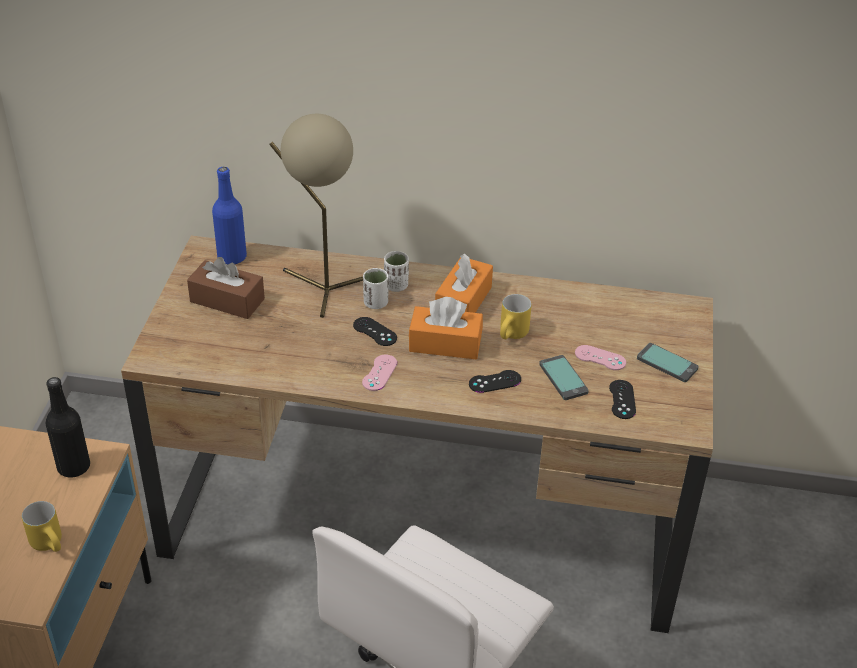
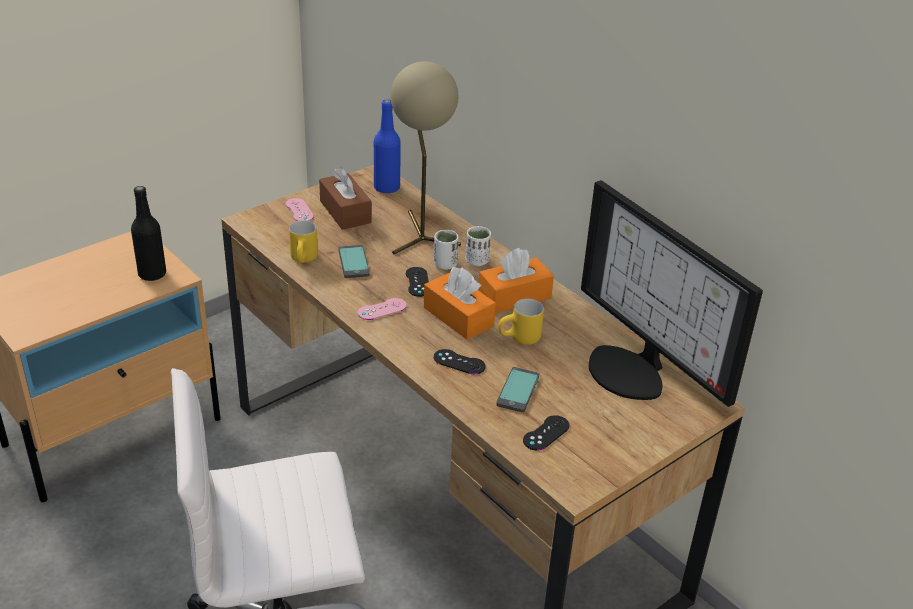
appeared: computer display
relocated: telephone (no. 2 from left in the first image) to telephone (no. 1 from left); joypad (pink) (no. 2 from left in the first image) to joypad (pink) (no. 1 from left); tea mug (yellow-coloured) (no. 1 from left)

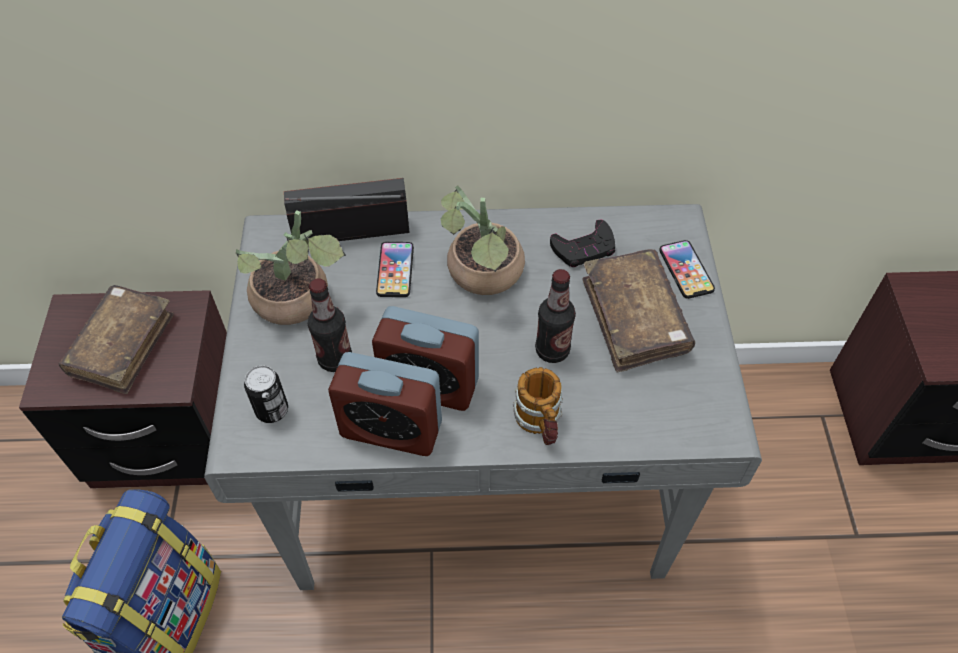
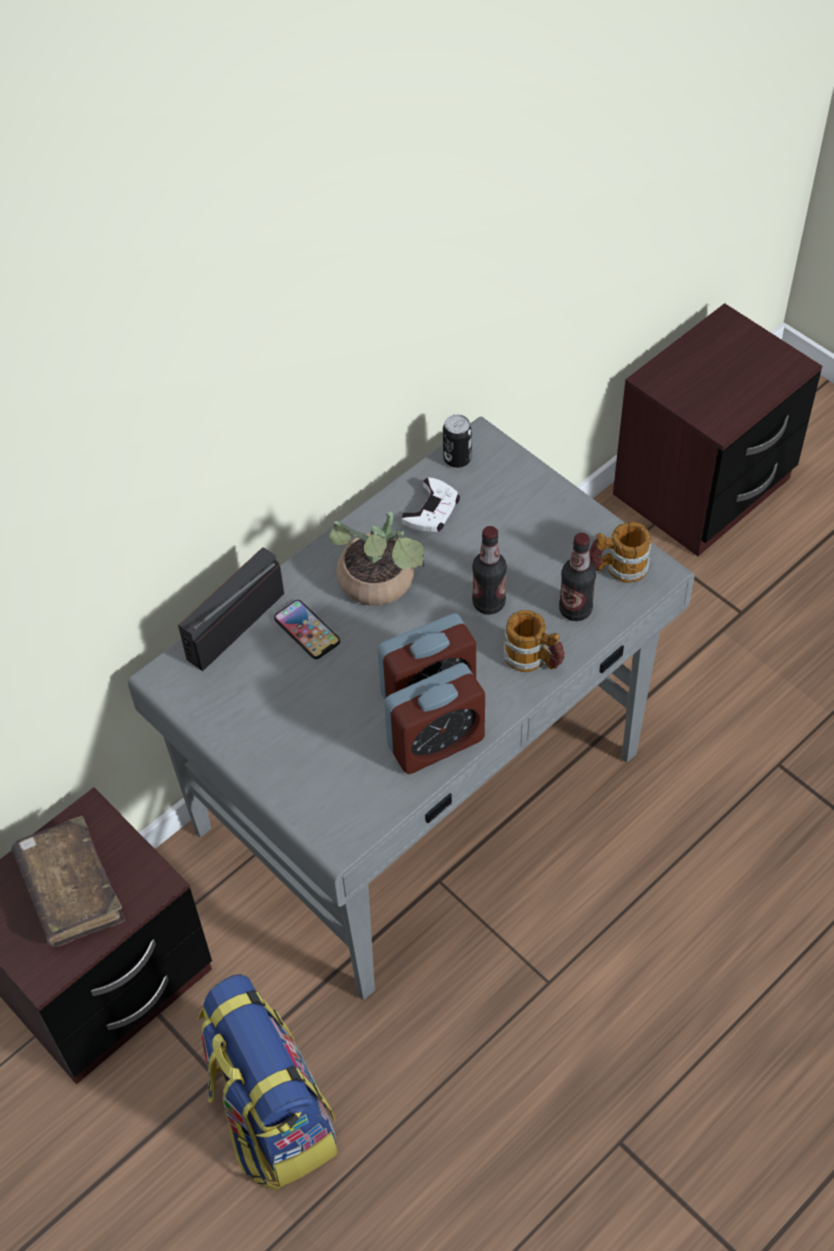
missing: plant in a pot (no. 1 from left); telephone (no. 2 from left); volume (brown) (no. 2 from left)
appeared: tea mug (no. 2 from left)
relocated: beverage bottle (no. 1 from left in the first image) to beverage bottle (no. 2 from left); can
colour: joypad (blackish) to joypad (white)

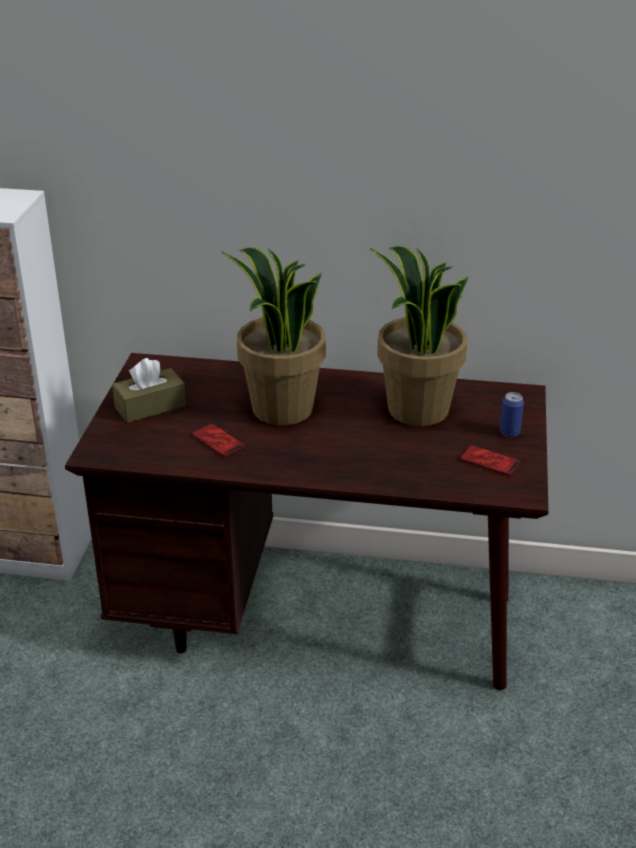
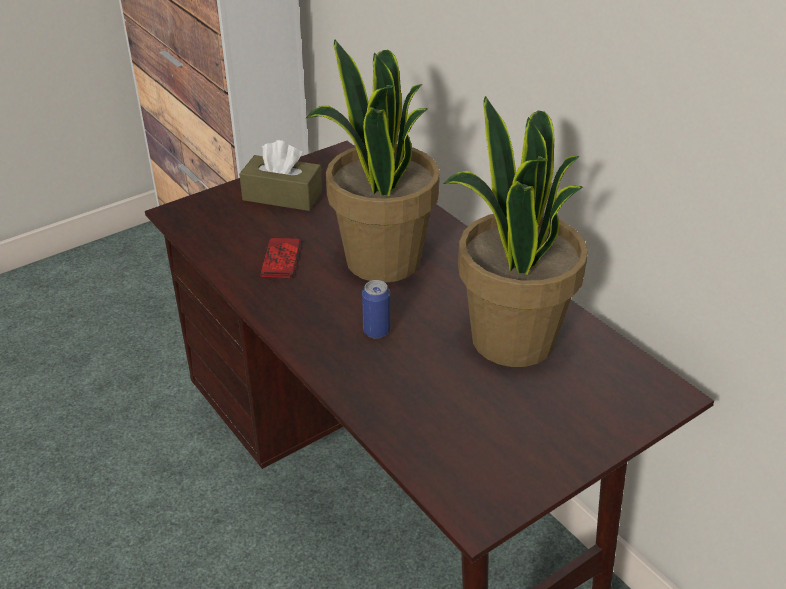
missing: telephone (no. 2 from left)
relocated: can

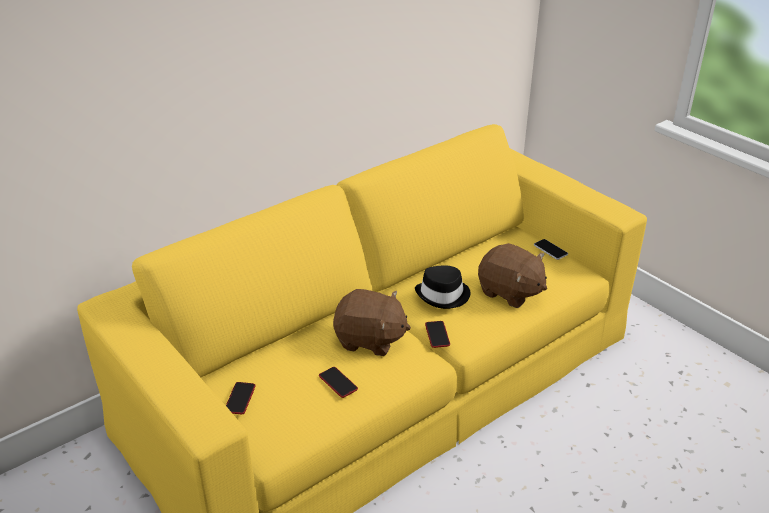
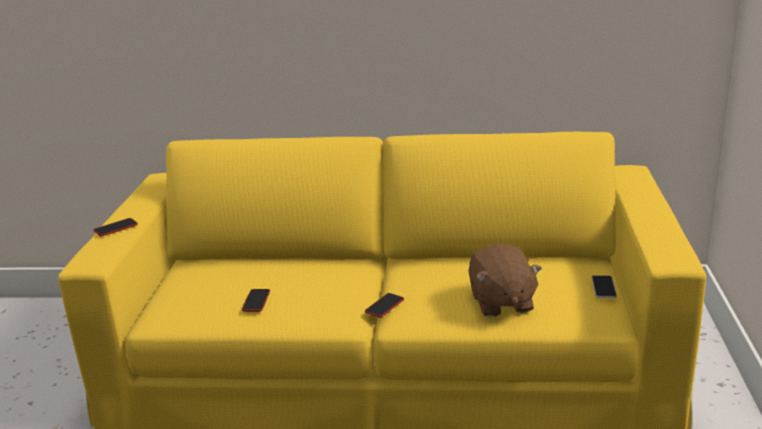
missing: wearable hat (blackish); soft toy (brown) (no. 1 from left)
relocated: telephone (no. 1 from left)

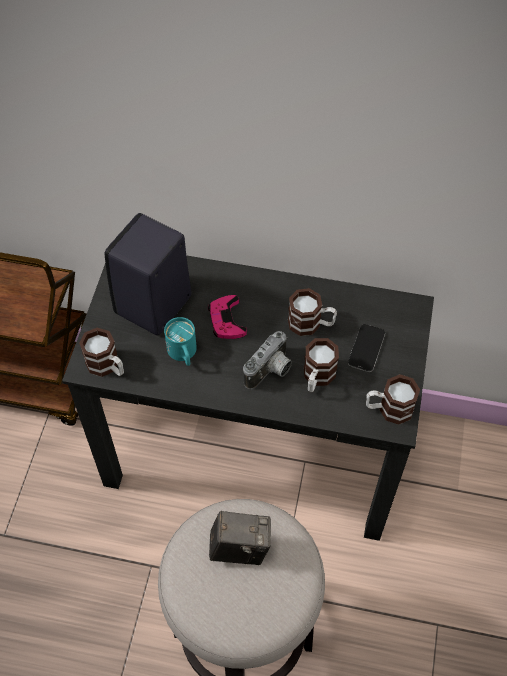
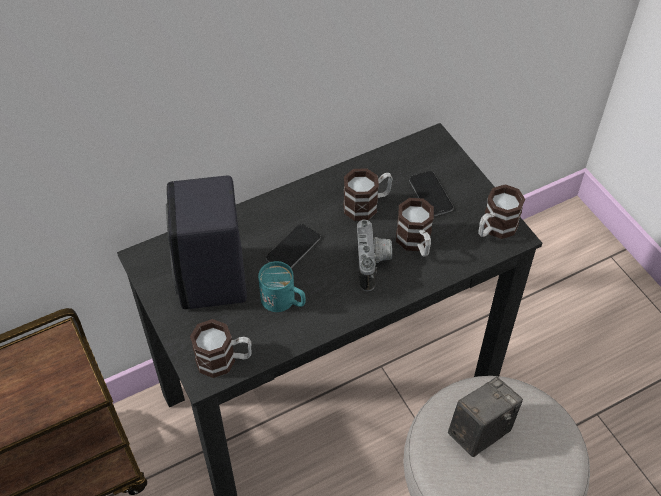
exchanged: joypad (pink) to telephone (no. 1 from left)

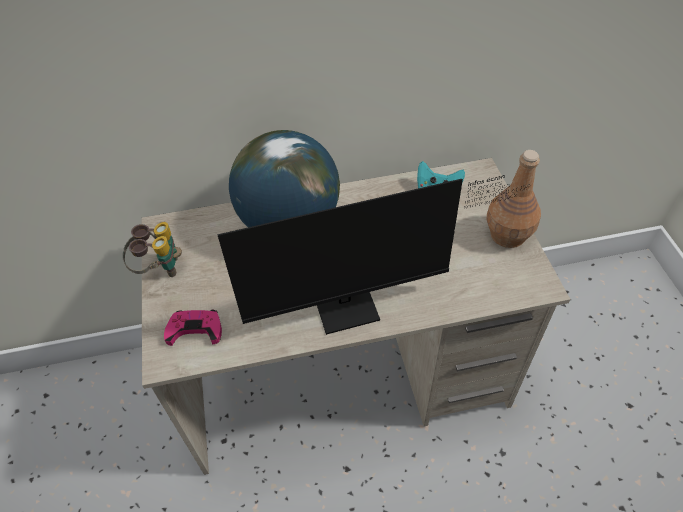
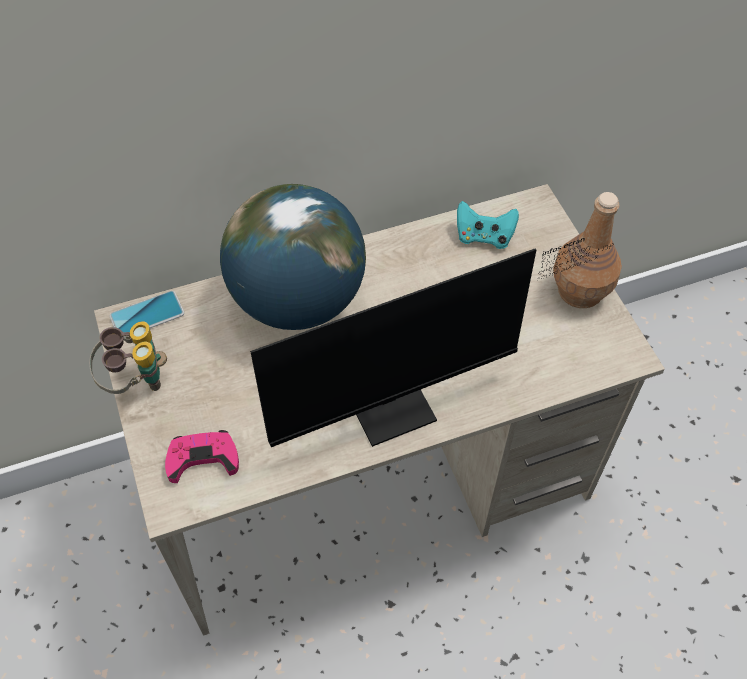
appeared: telephone

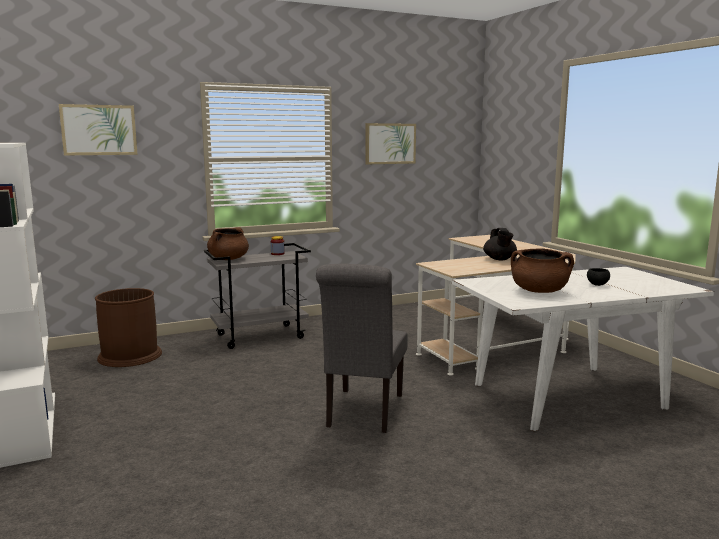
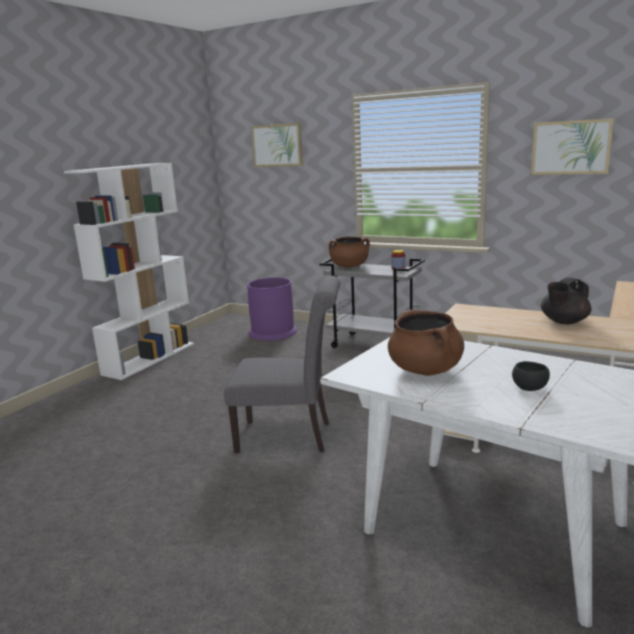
colour: waste bin (brown) to waste bin (purple-coloured)
spun: upright chair (grey) 150 degrees counterclockwise

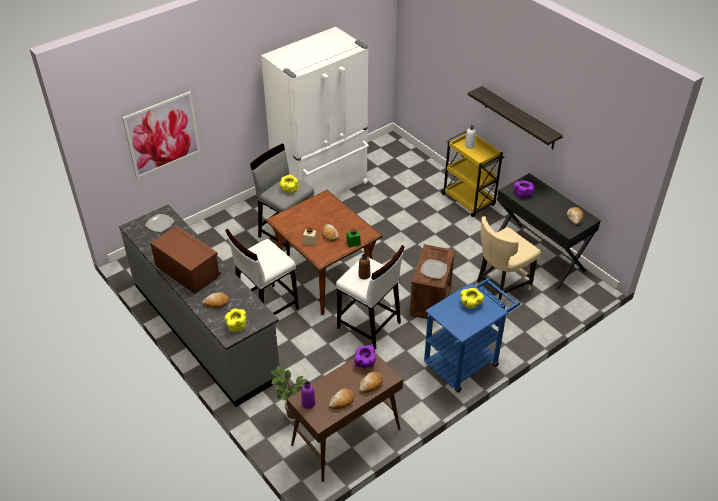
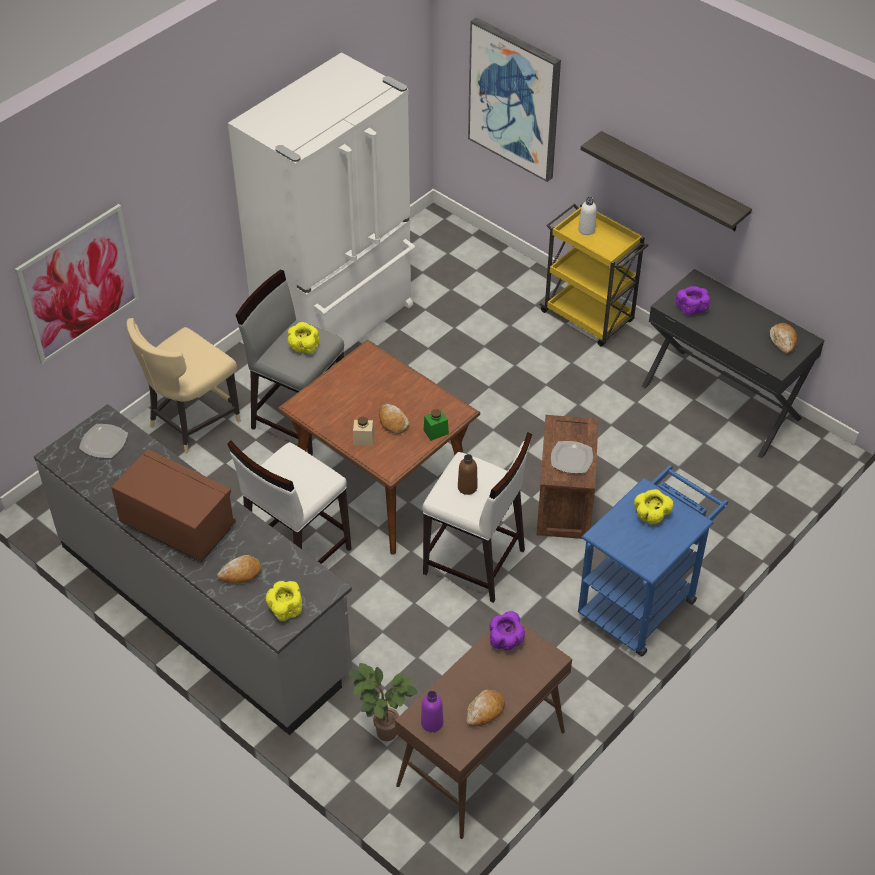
missing: bread (no. 4 from left)
appeared: wall picture (no. 2 from left)
relocated: upright chair (beige-coloured)

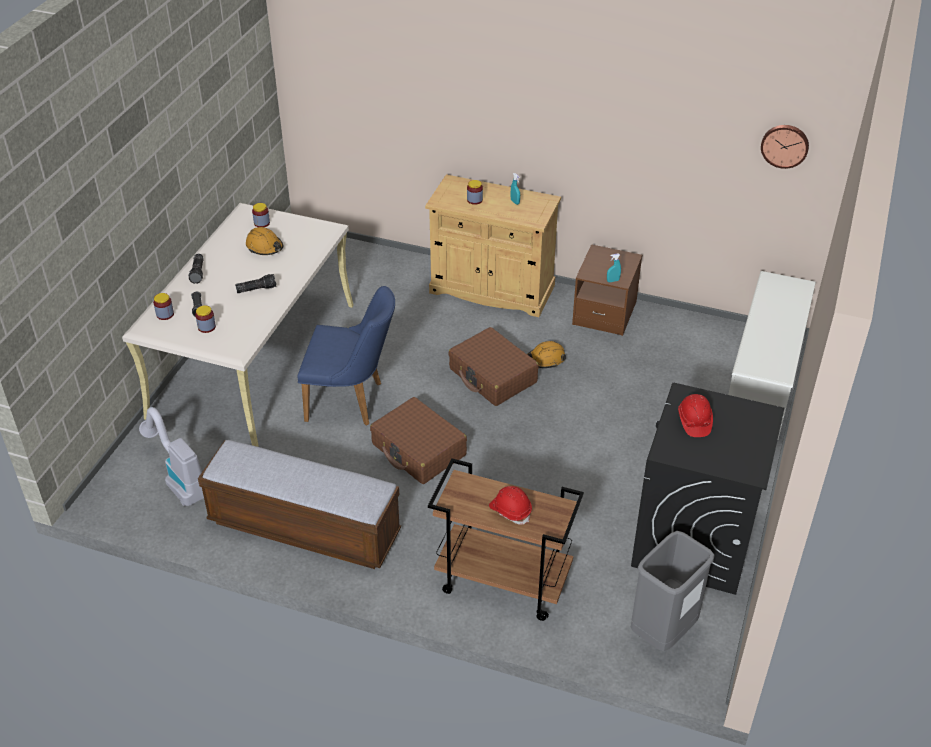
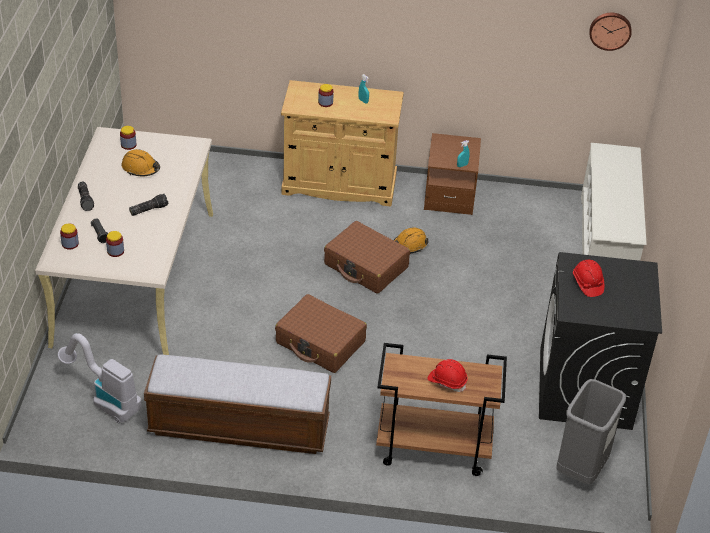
missing: upright chair (bluish)

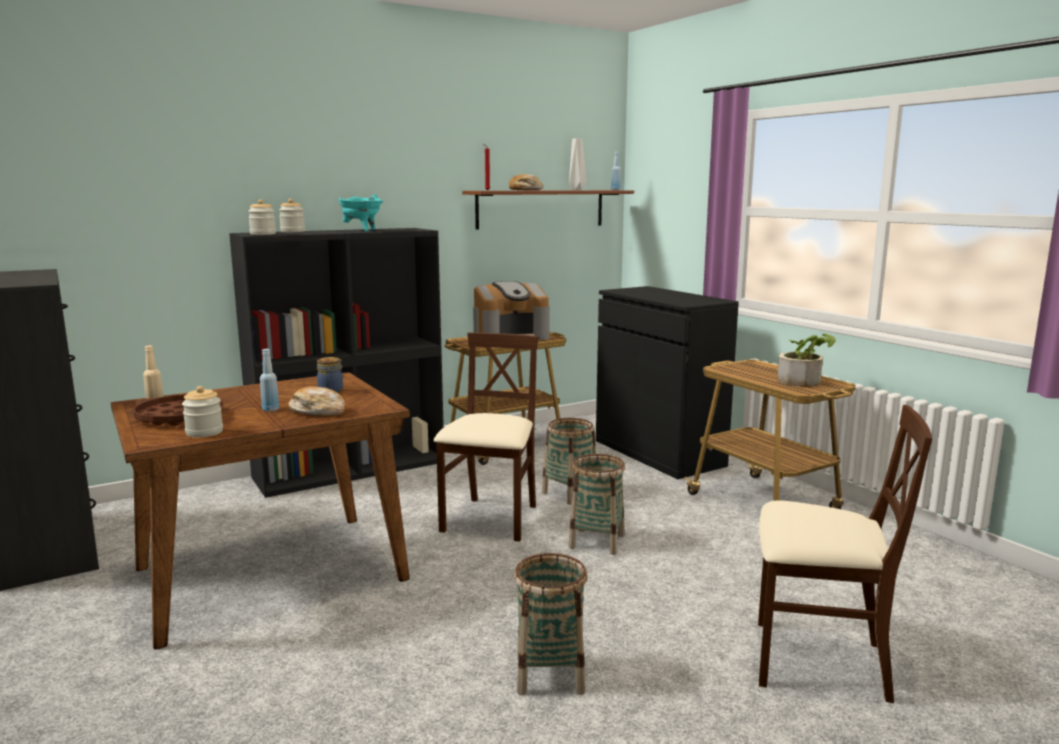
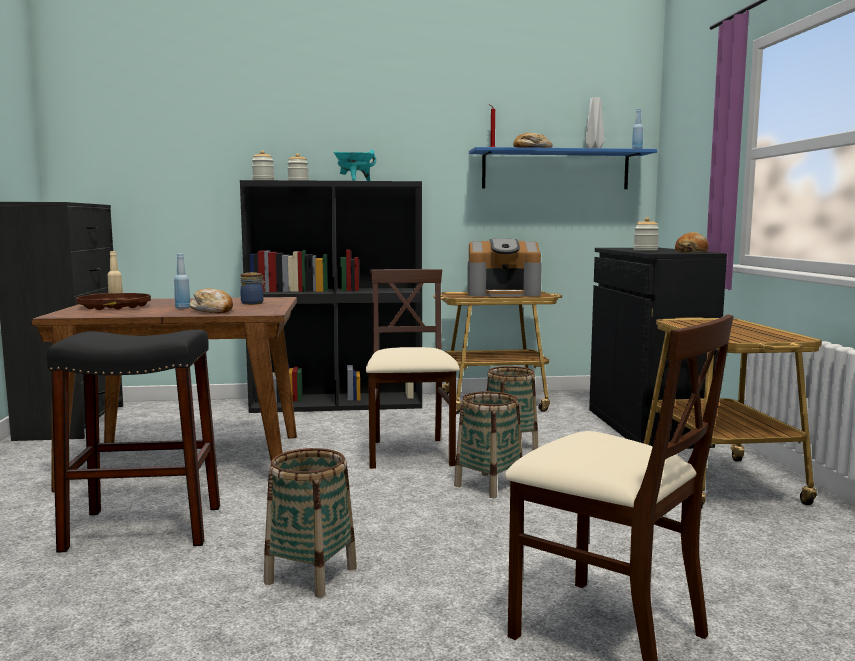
missing: plant in a pot
appeared: bread (no. 3 from left); stool (blackish)
relocated: jar (no. 1 from left in the first image) to jar (no. 4 from left)
colour: wall shelf (brown) to wall shelf (bluish)
spun: upright chair (beige-coloured) (no. 1 from left) 45 degrees counterclockwise

